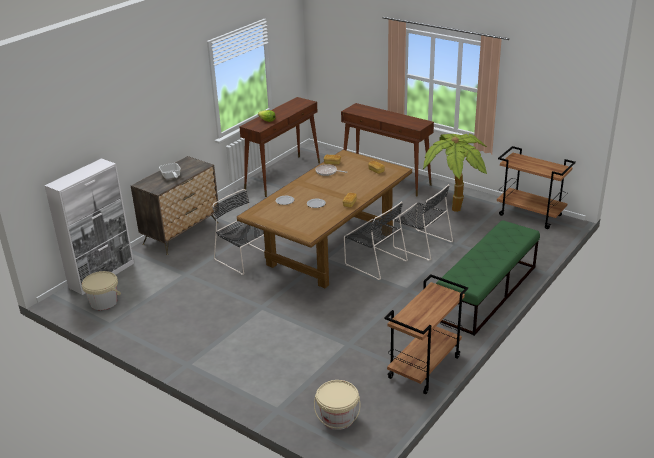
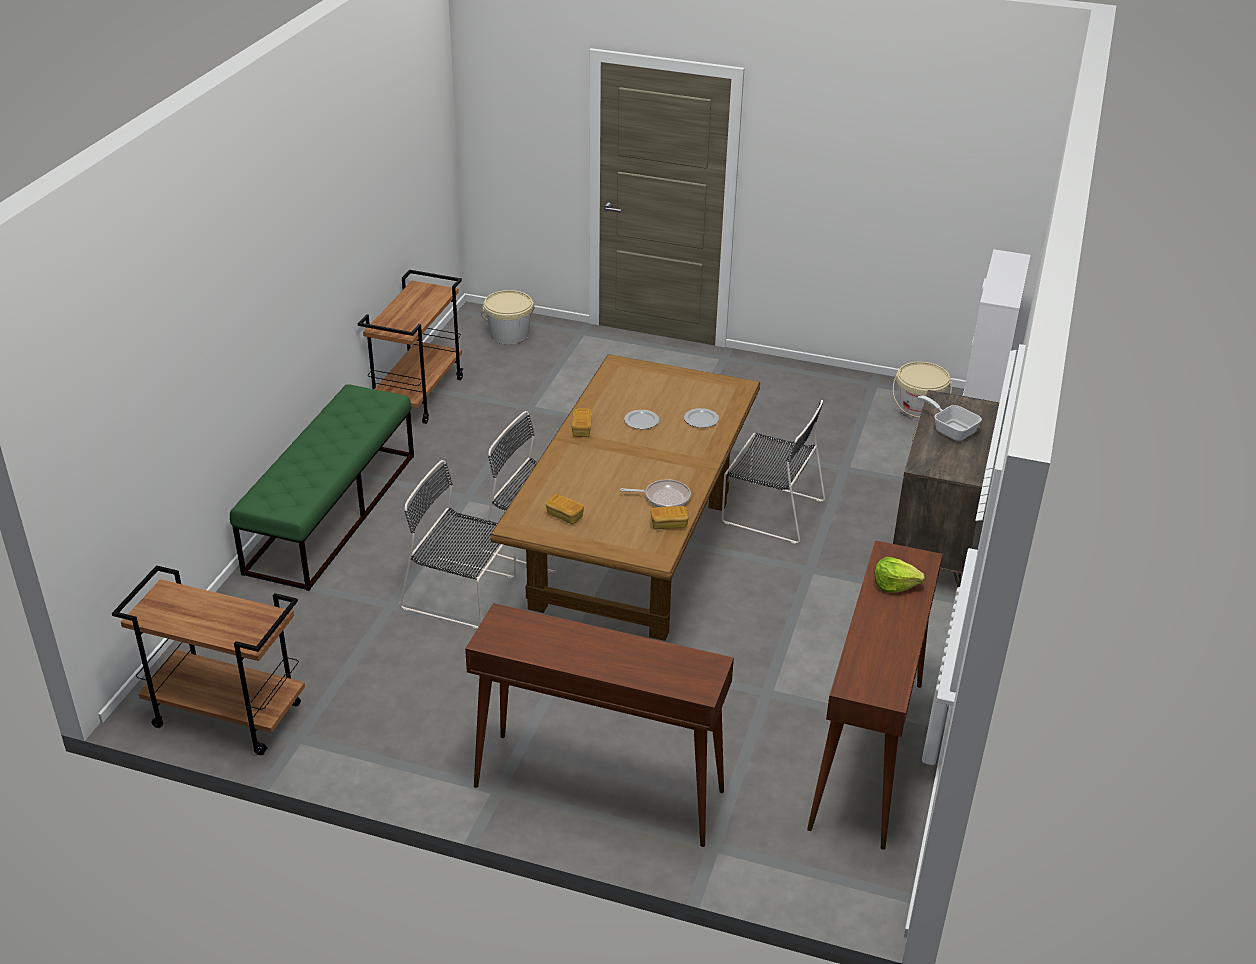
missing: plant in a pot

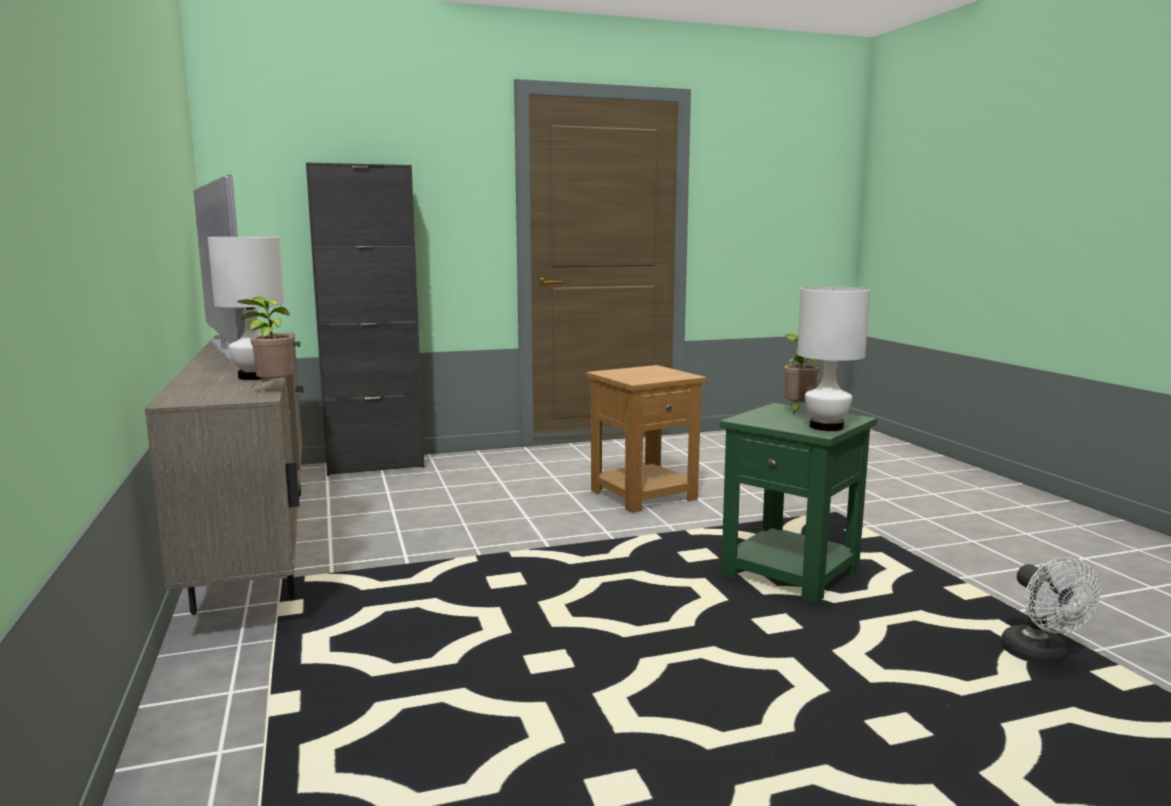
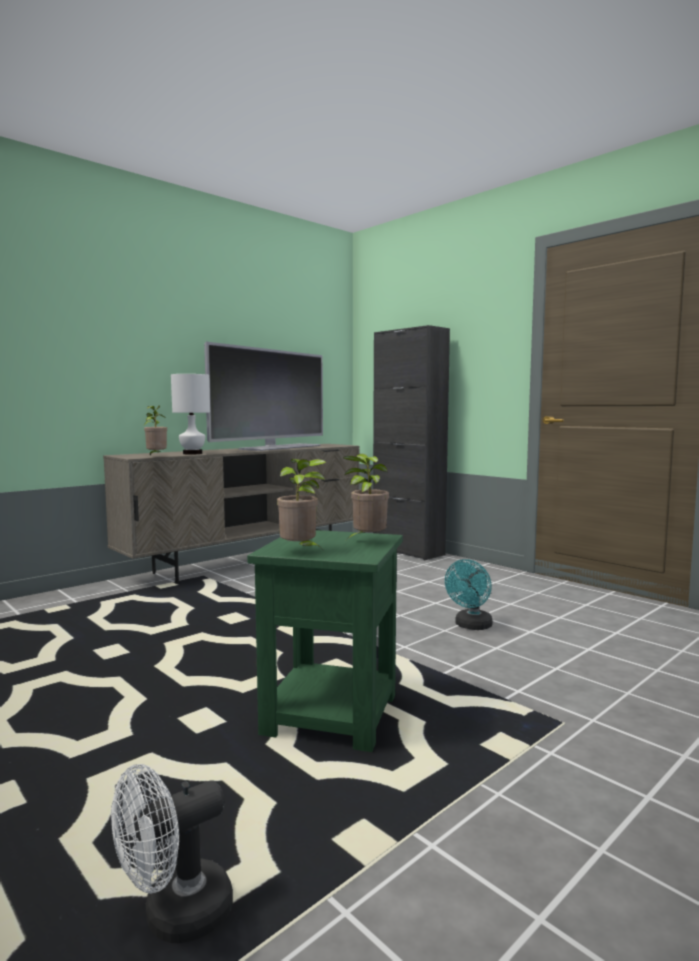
exchanged: tabletop lamp (white) (no. 2 from left) to plant in a pot (no. 2 from left); end table (brown) to electric fan (blue-green)

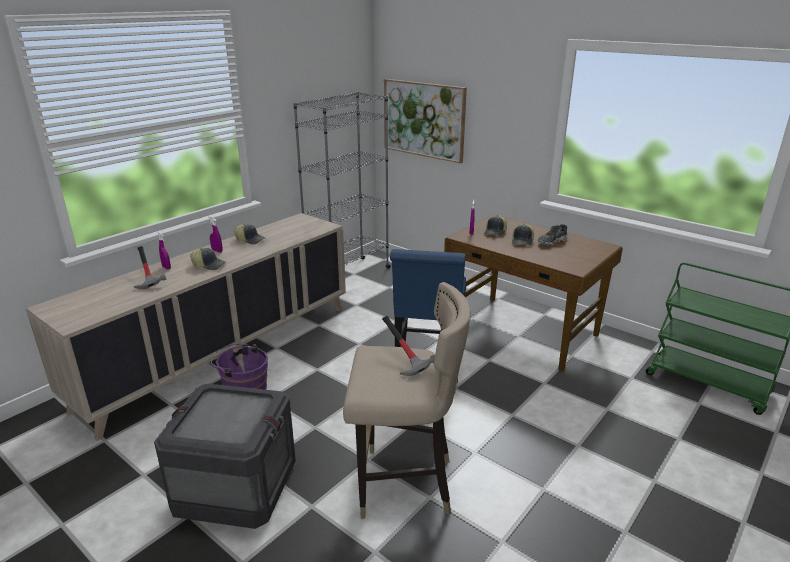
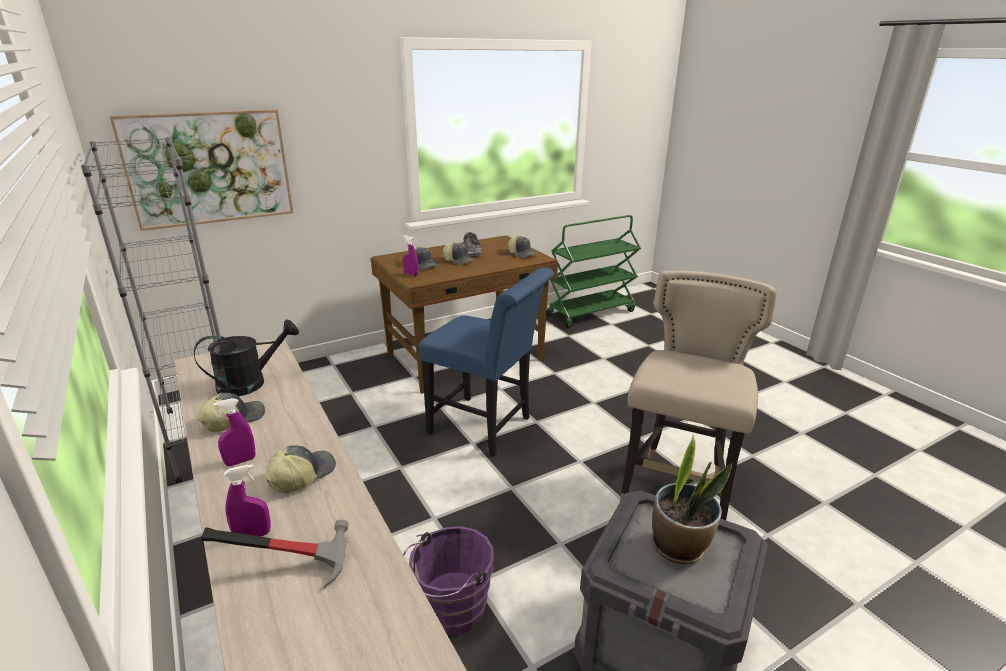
missing: hand hammer (no. 2 from left)
appeared: cap (no. 5 from left); sprinkling can (blackish); plant in a pot

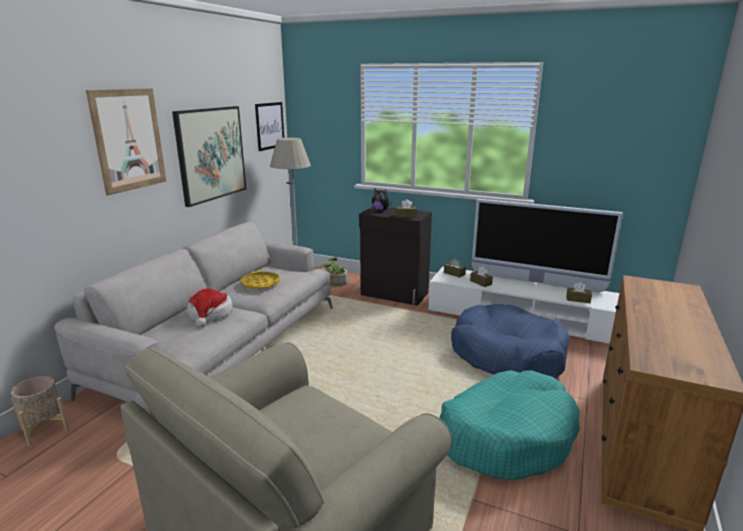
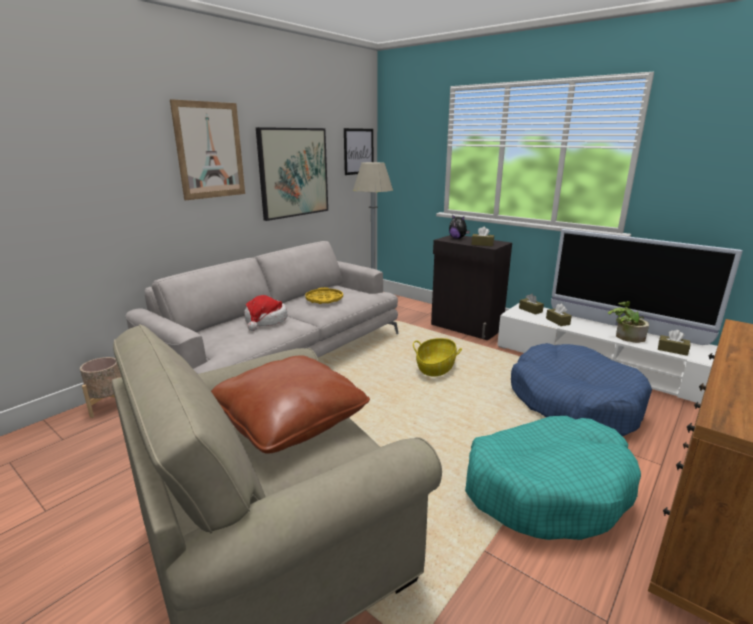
appeared: basket; cushion (brown)
relocated: plant in a pot

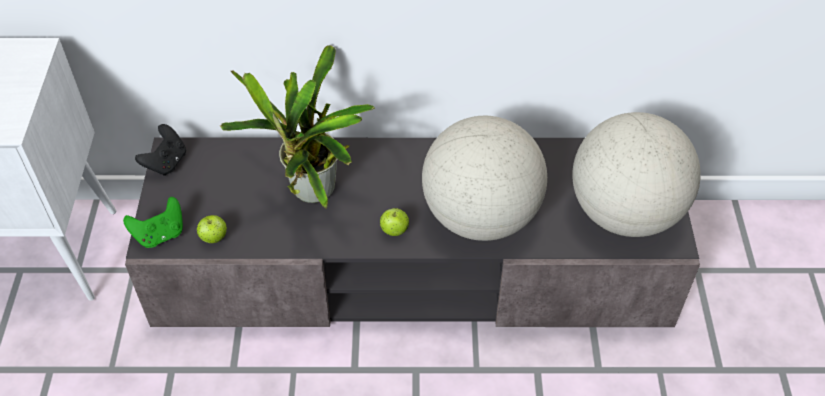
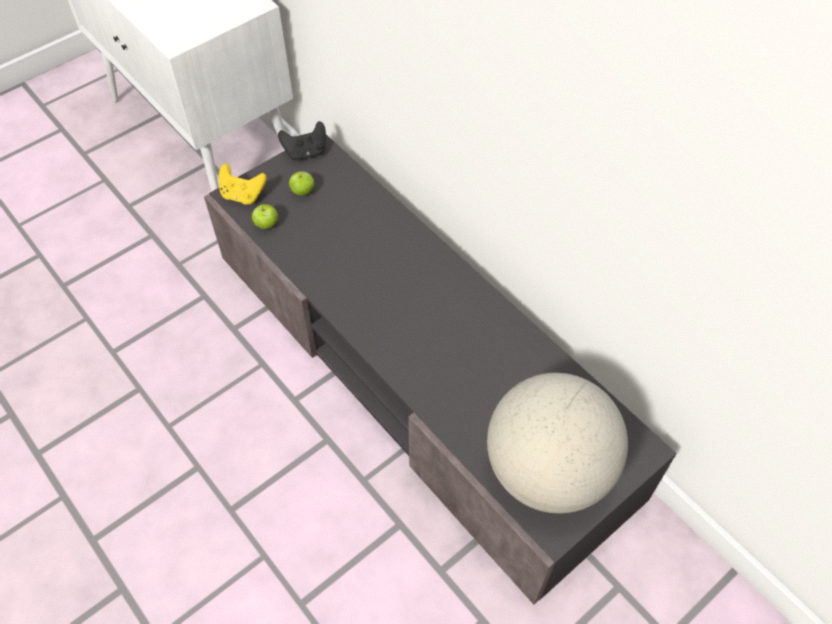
missing: plant in a pot; world globe (no. 1 from left)
relocated: whole apple (no. 2 from left)
colour: joypad (green) to joypad (yellow-coloured)

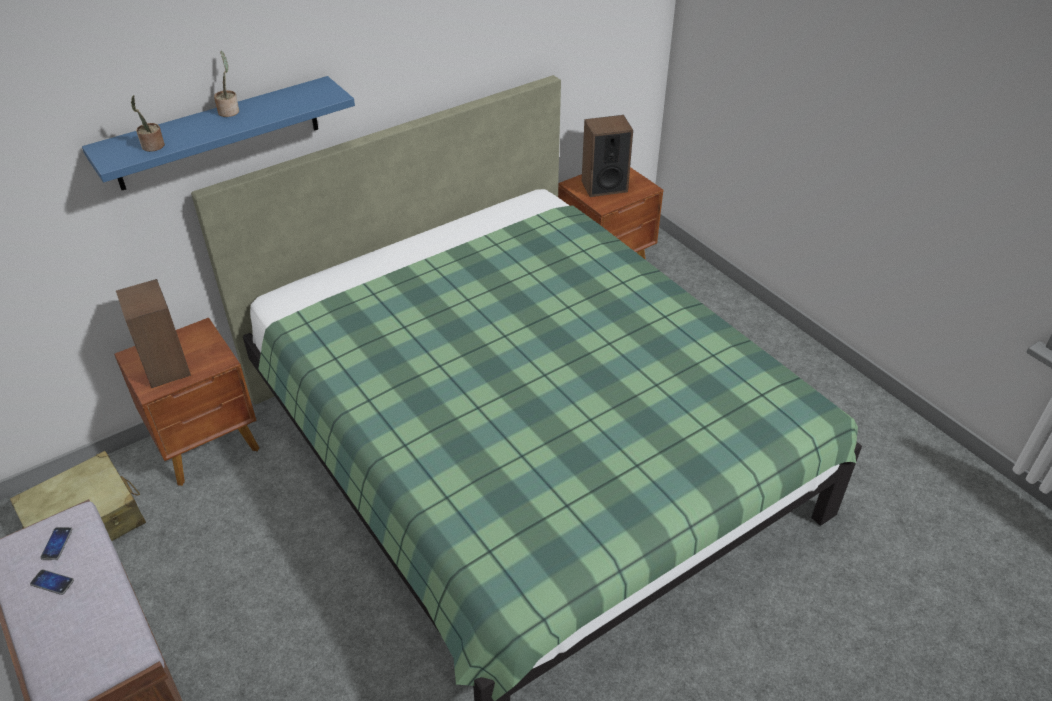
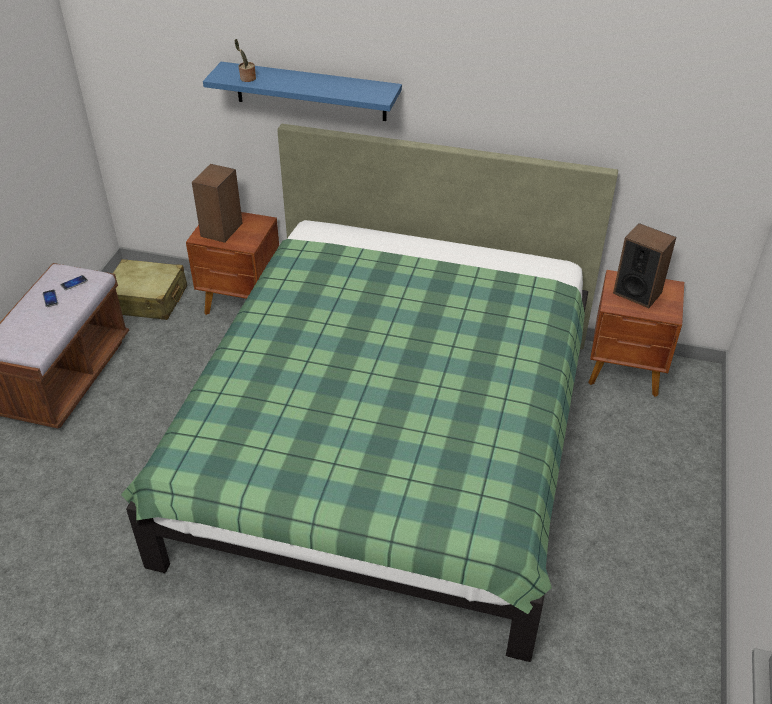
missing: plant in a pot (no. 2 from left)

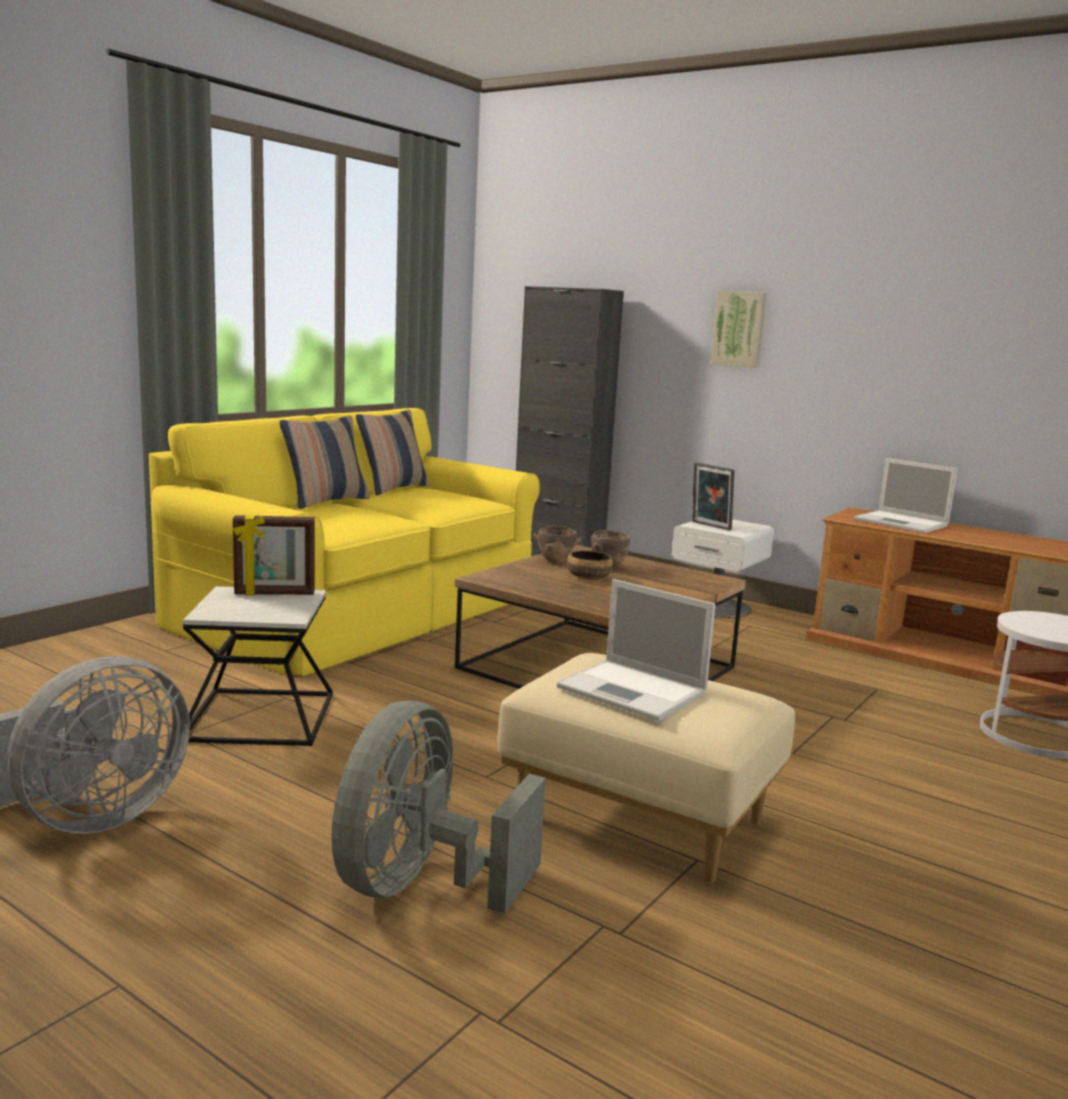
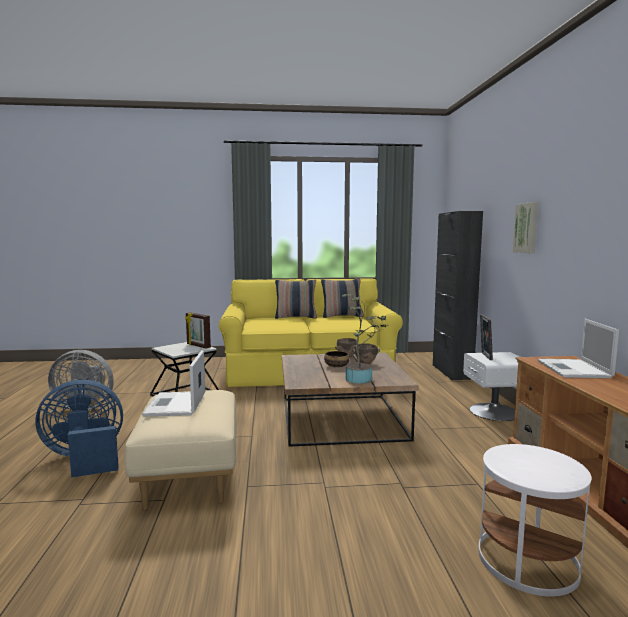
appeared: plant in a pot
colour: electric fan (grey) (no. 2 from left) to electric fan (bluish)

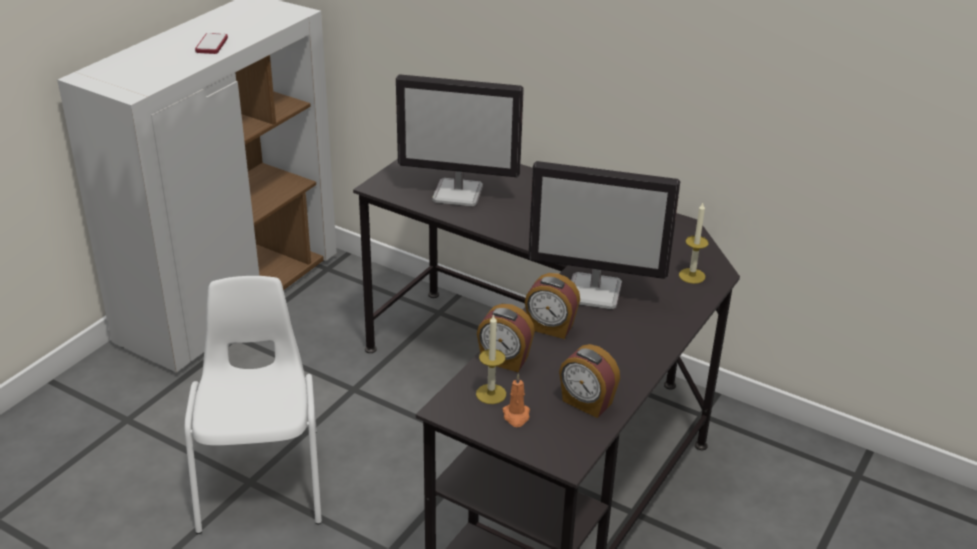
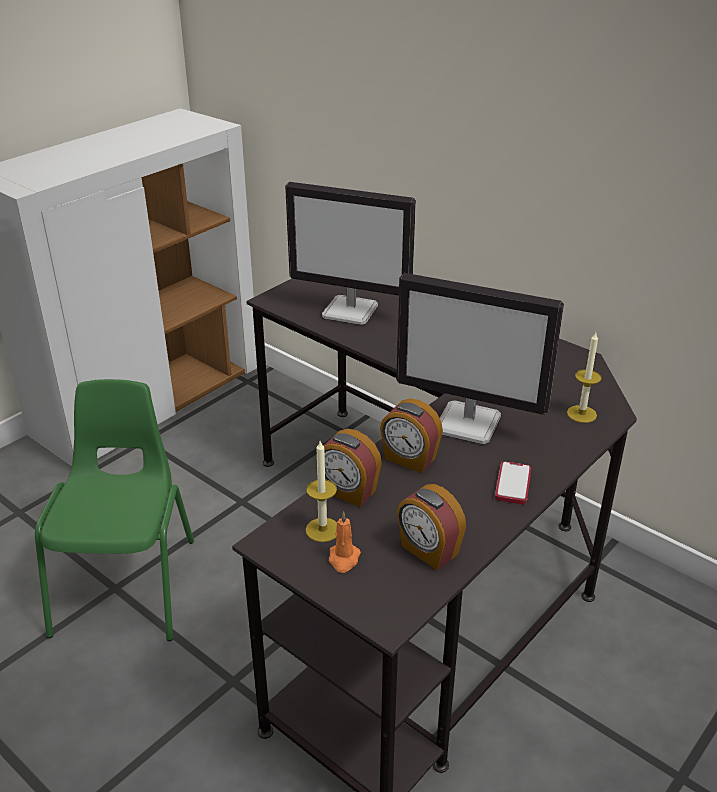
relocated: telephone
colour: upright chair (white) to upright chair (green)

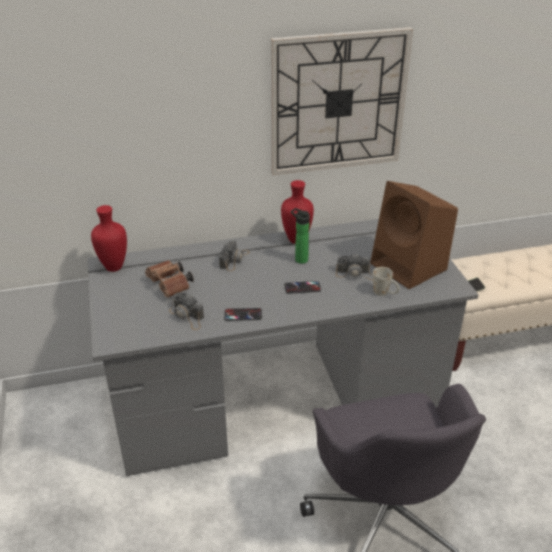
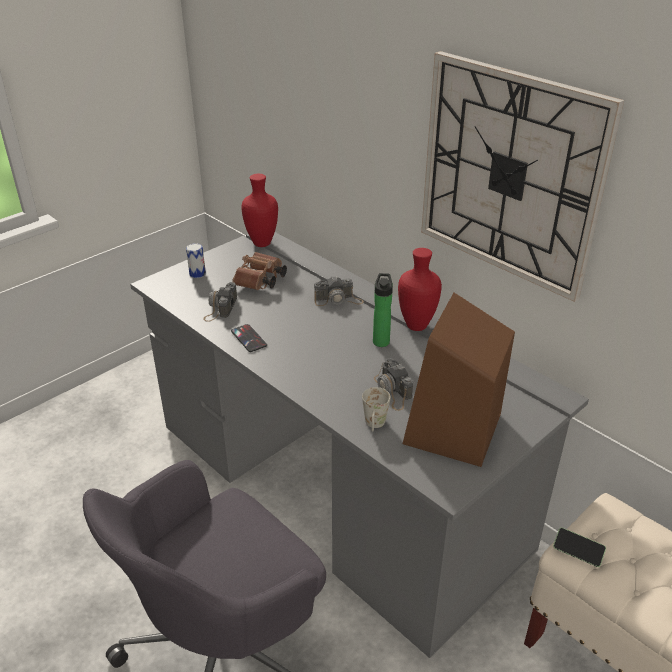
missing: telephone (no. 2 from left)
appeared: can

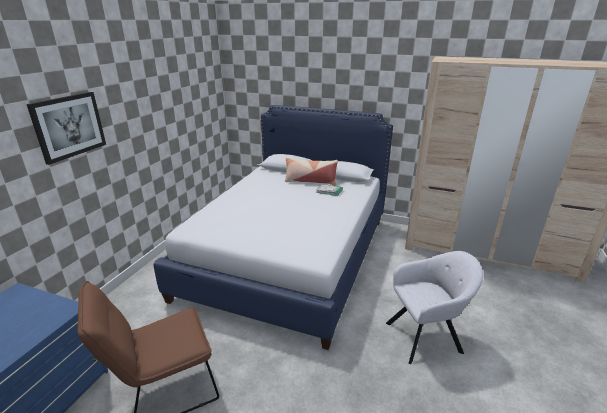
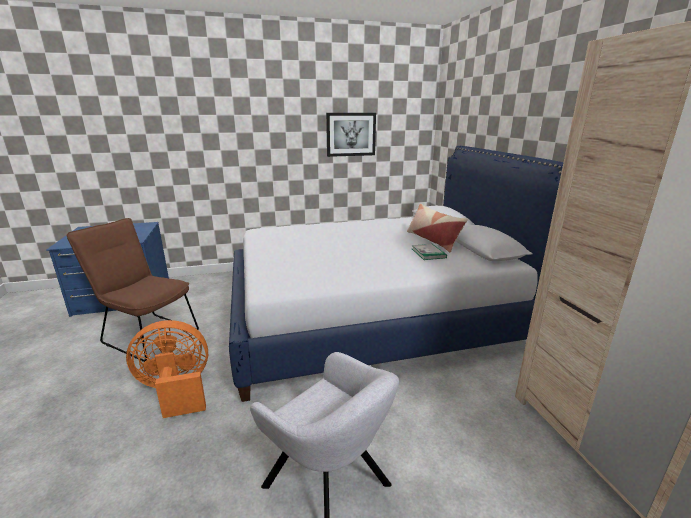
appeared: electric fan (orange)
relocated: wall picture

